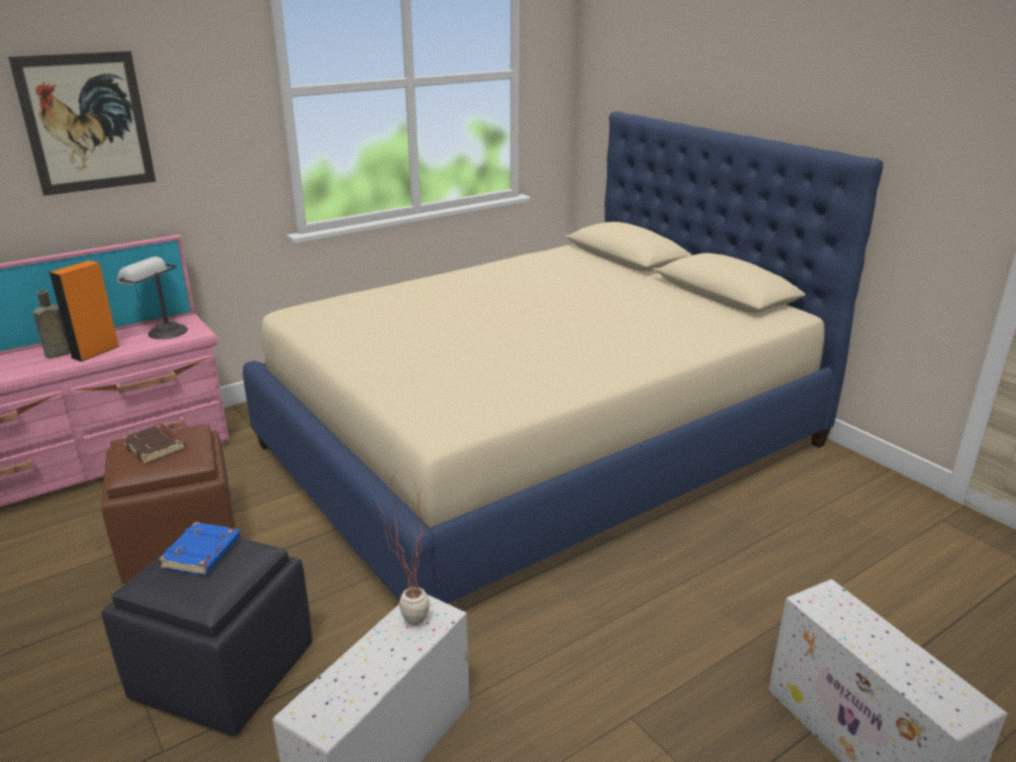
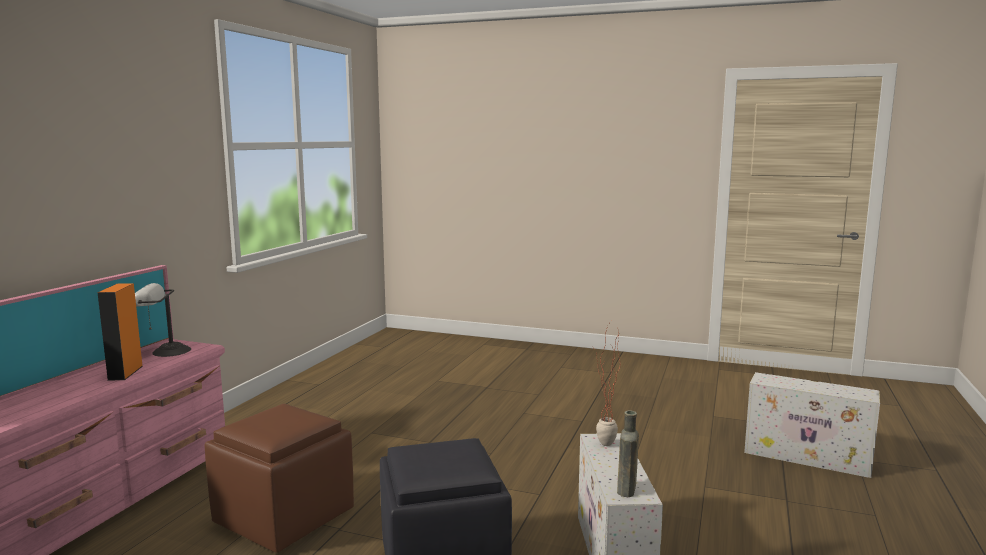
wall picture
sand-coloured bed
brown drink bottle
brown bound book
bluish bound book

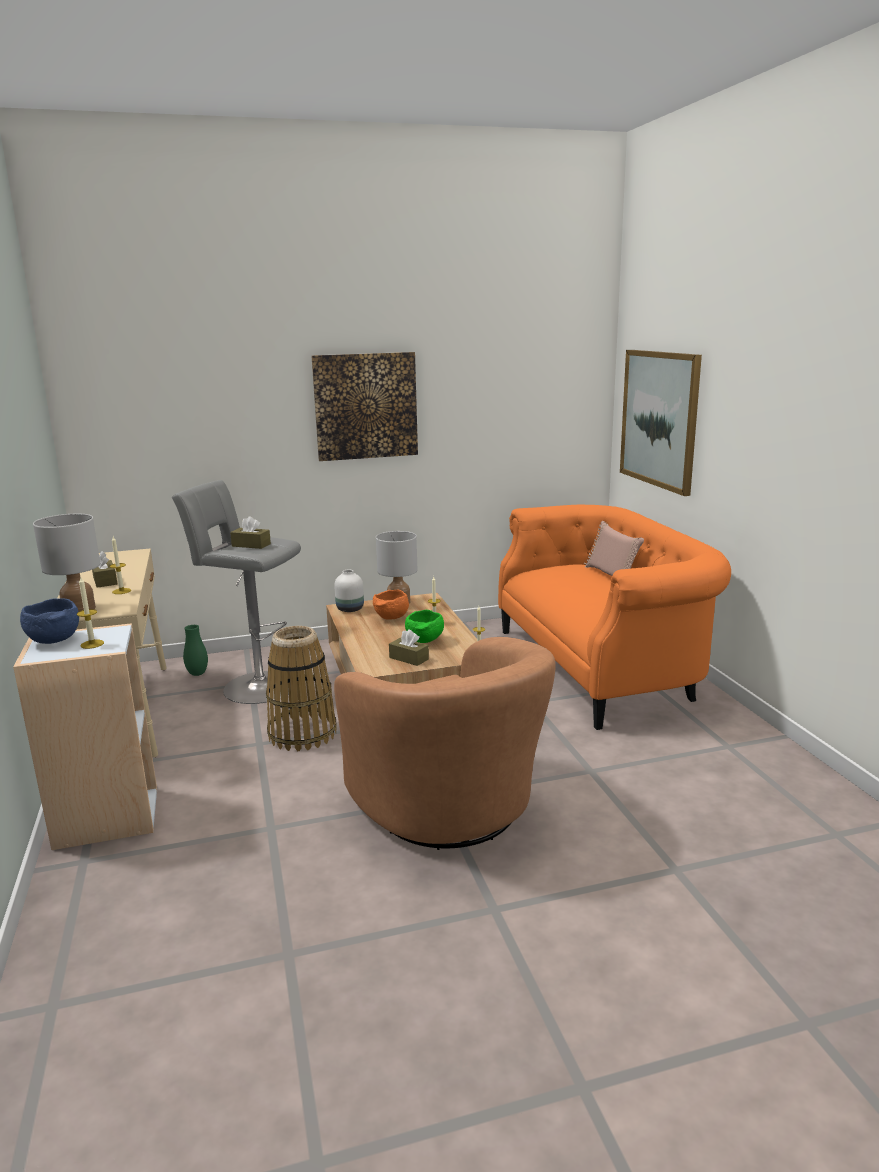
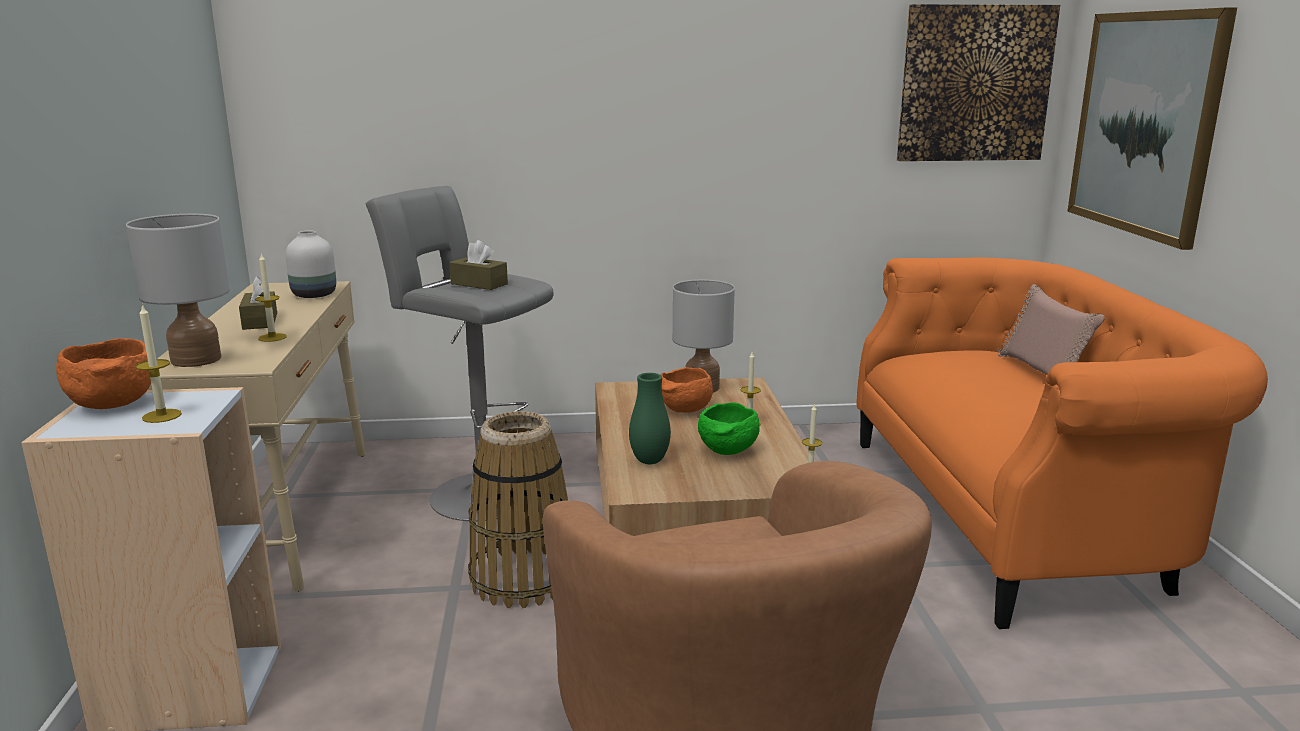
wall picture (no. 1 from left)
white-coloured vase
orange-coloured deep dish (no. 1 from left)
green-coloured vase
brown tissue holder (no. 3 from left in the first image)

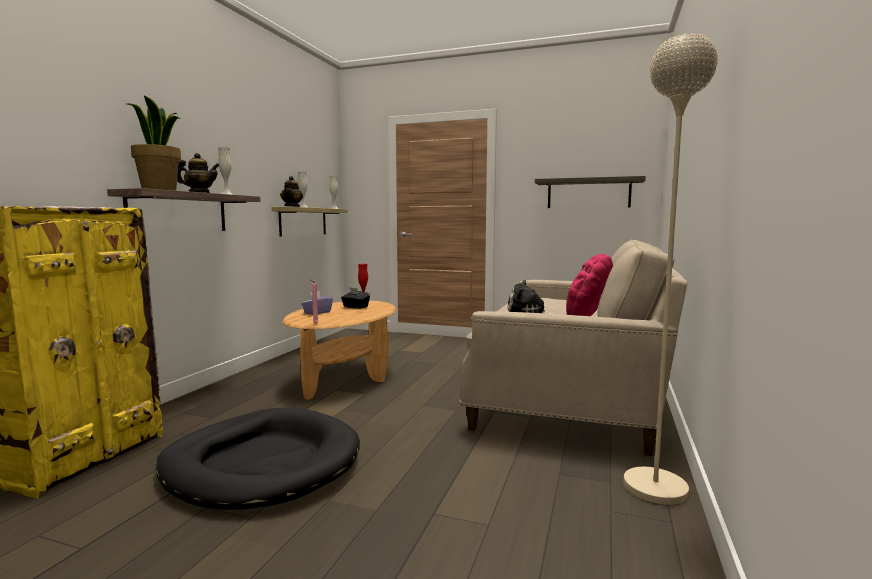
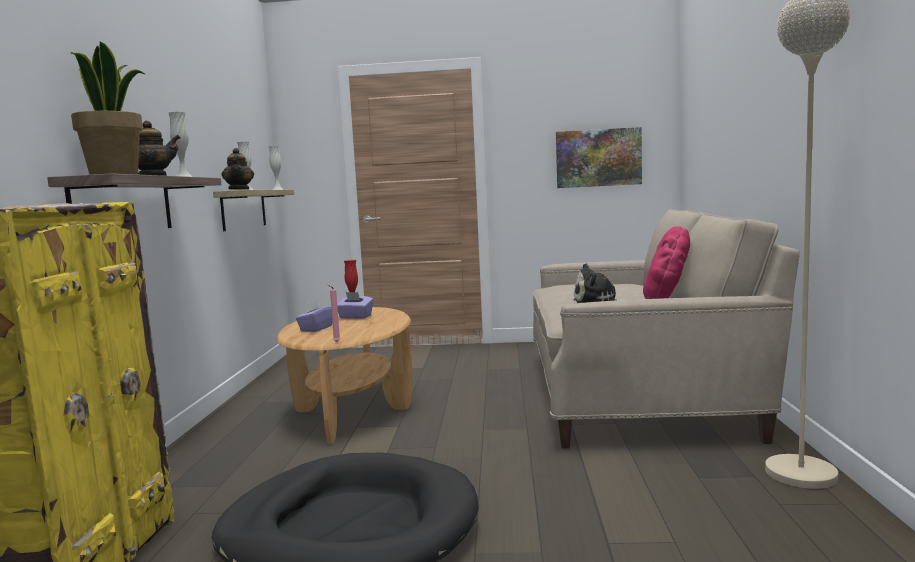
wall picture
purple tissue holder (no. 2 from left)

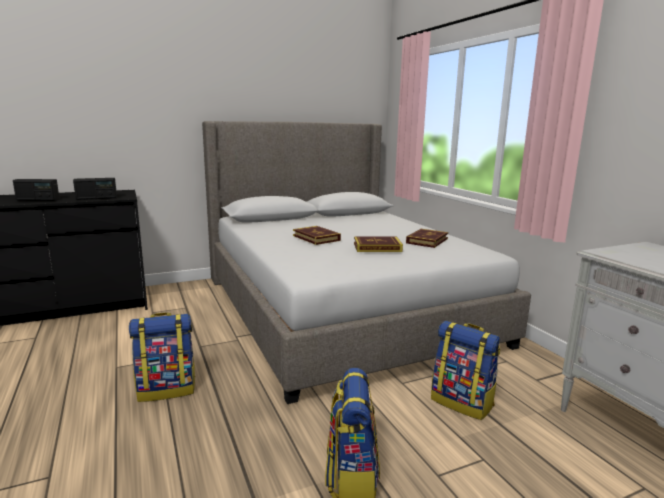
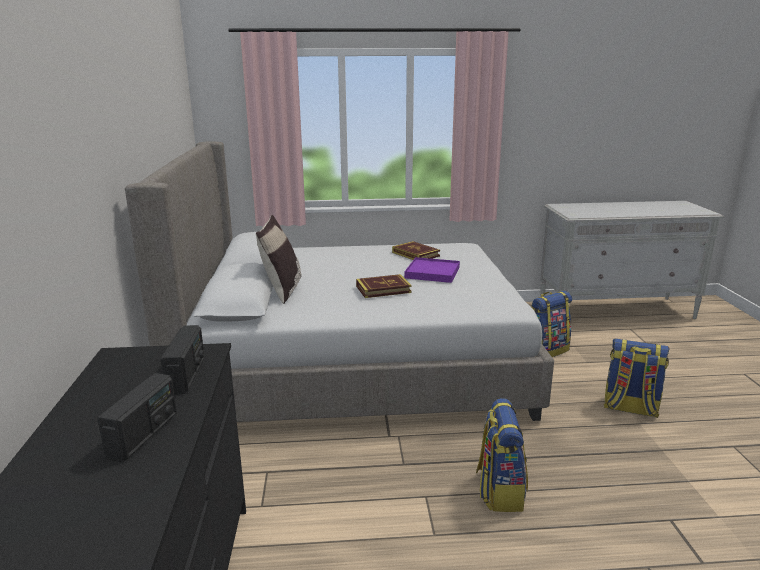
purple carrying tray
pillow

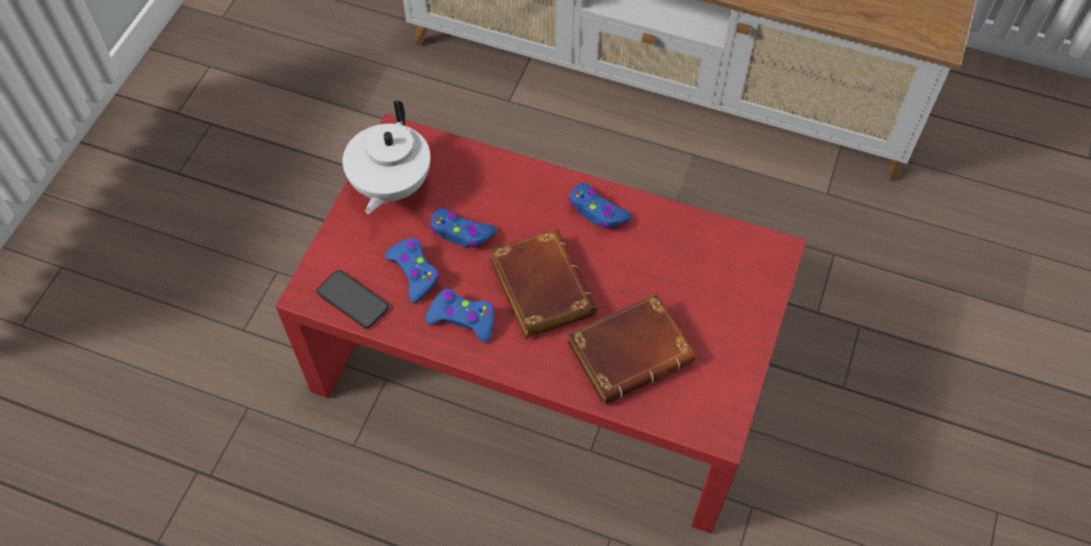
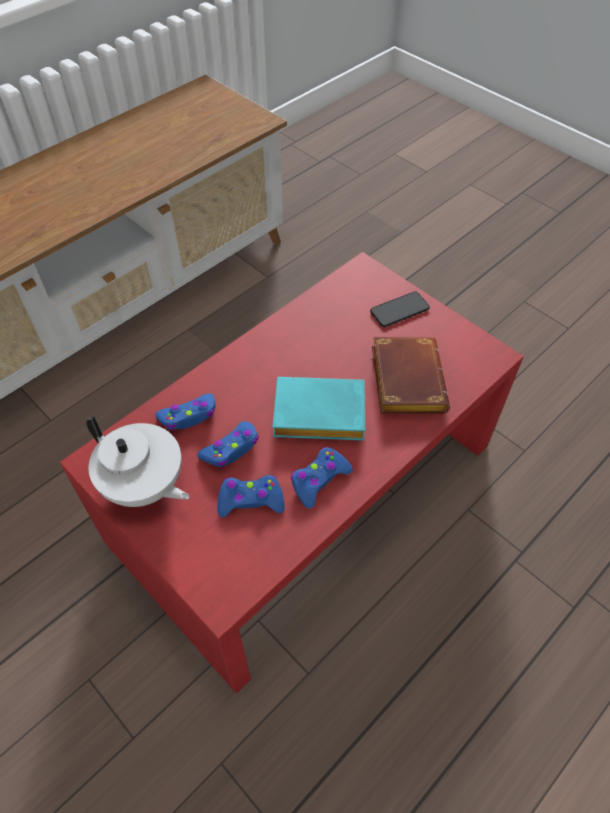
bluish joypad (no. 1 from left)
blue-green bound book
handset

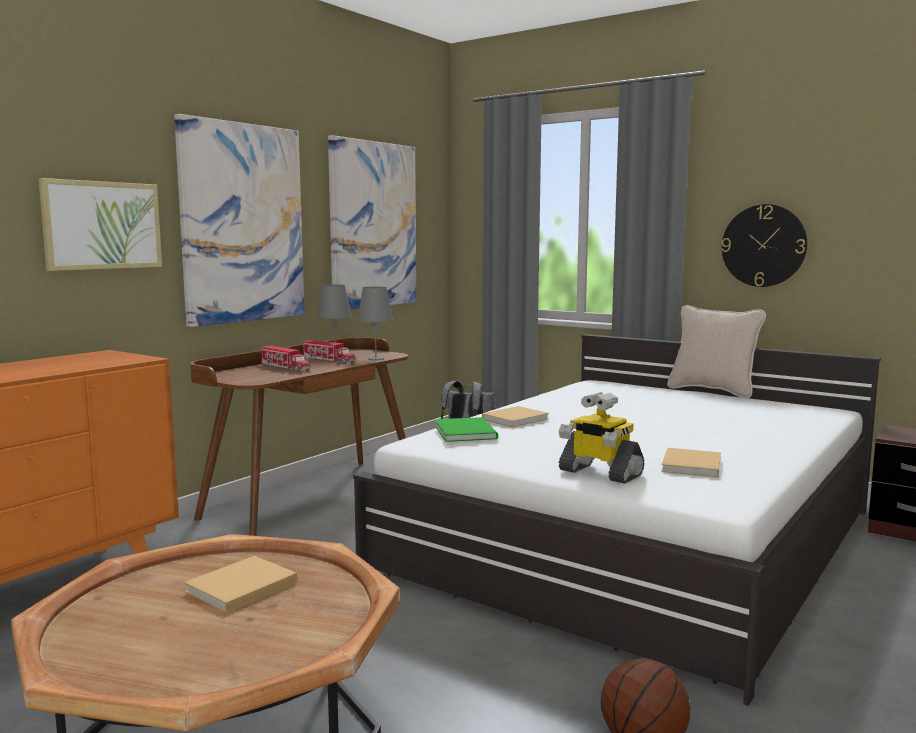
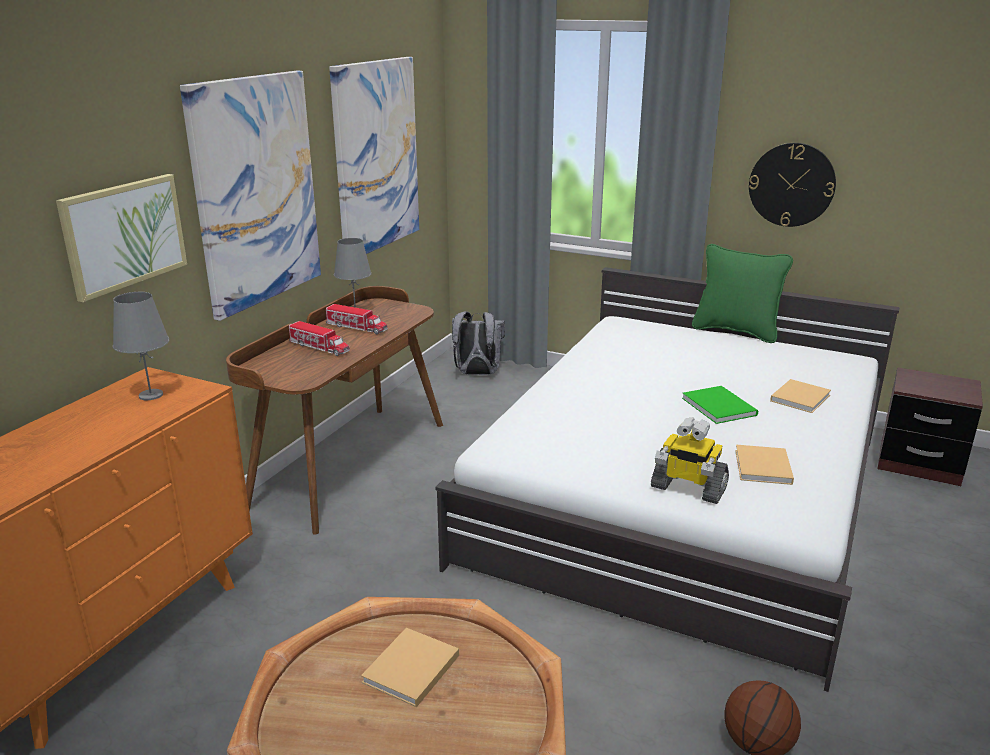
greyish tabletop lamp (no. 1 from left)
green-coloured pillow
sand-coloured bound book (no. 3 from left)
green-coloured bound book

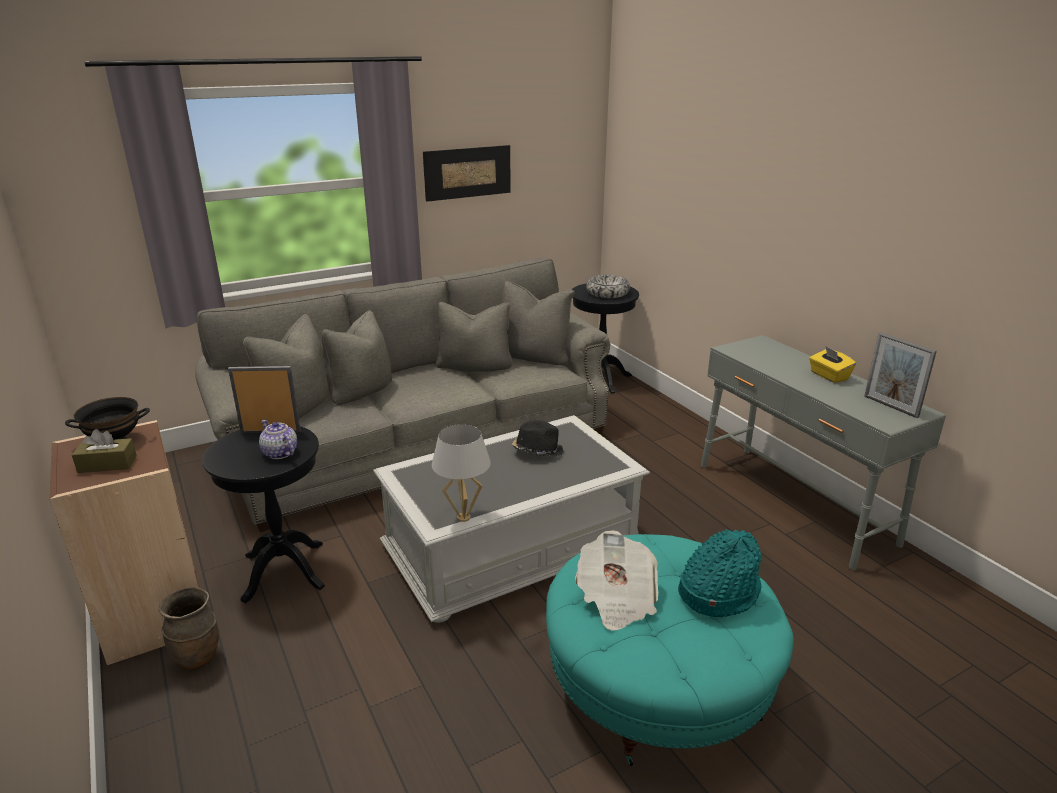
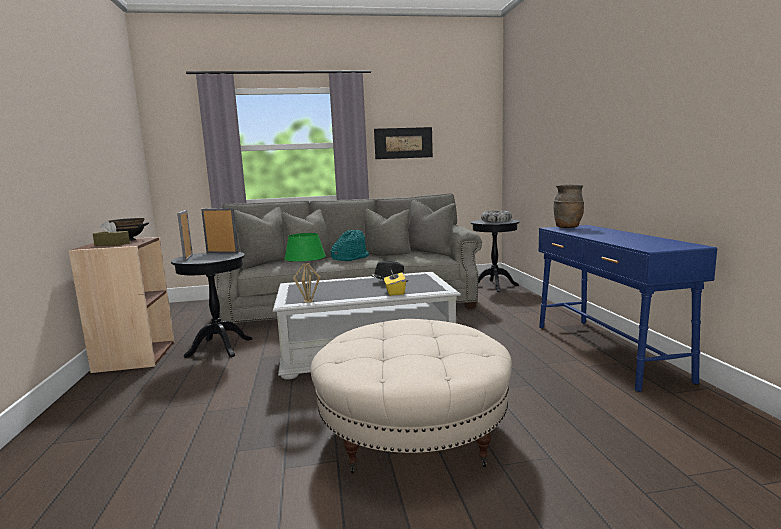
picture frame (no. 1 from left)
bluish hall table
yellow tissue holder
pot for tea
green-coloured tabletop lamp
blue-green hat
newspaper
sand-coloured footrest
brown vase

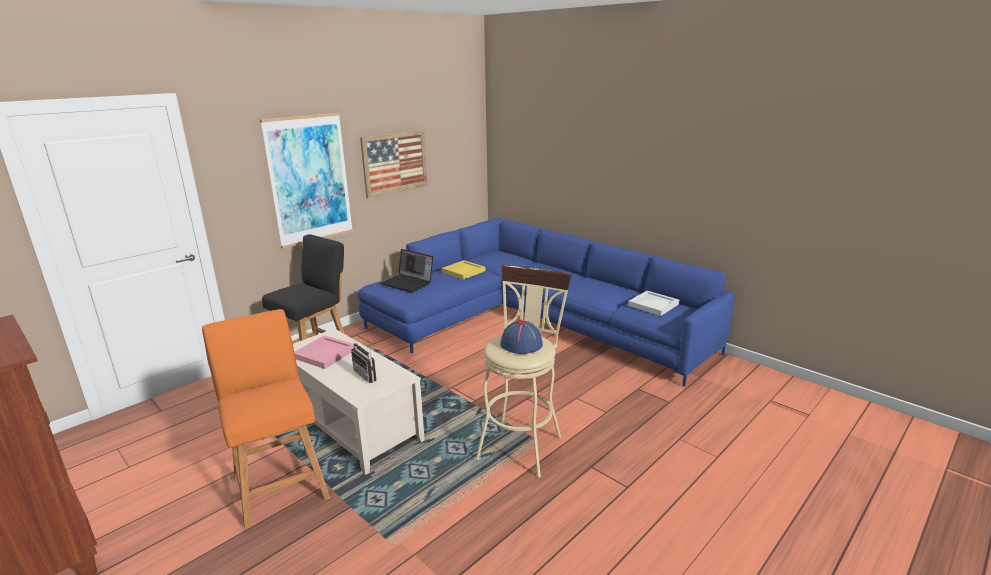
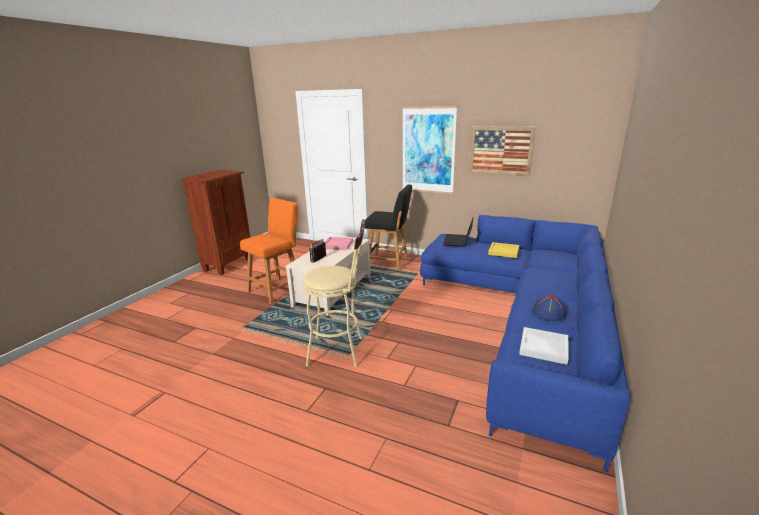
bluish hat

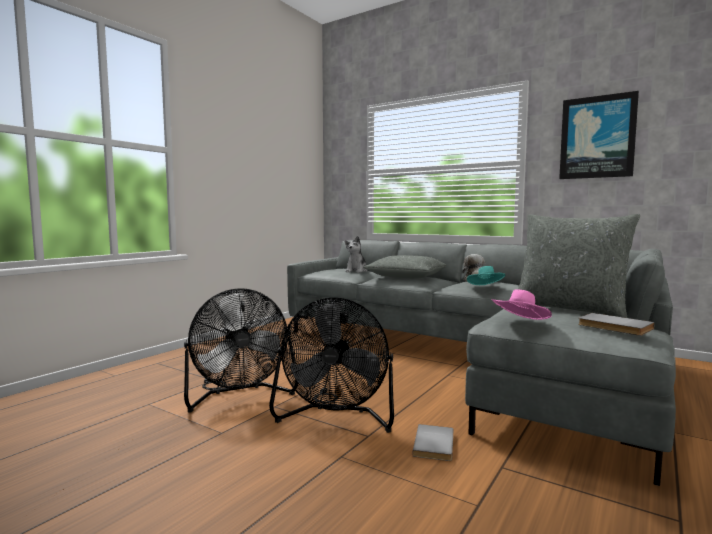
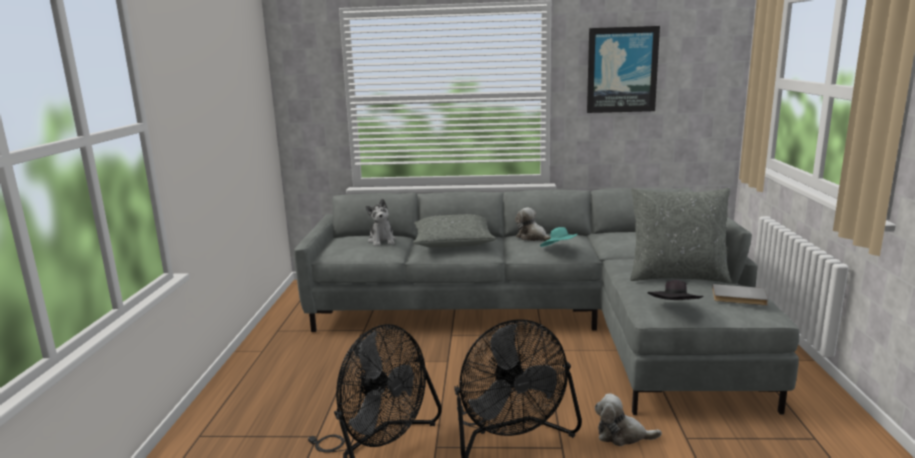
blackish hat
plush toy (no. 3 from left)

